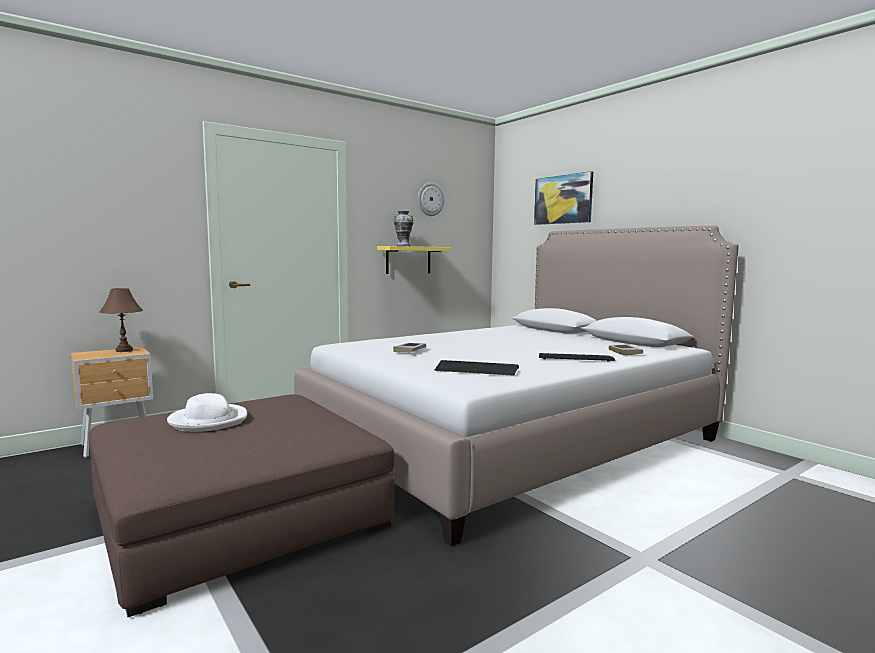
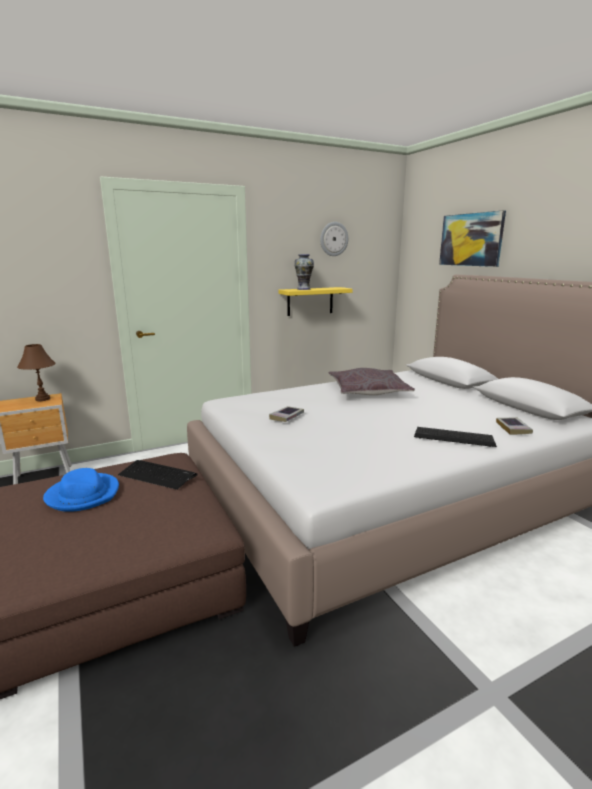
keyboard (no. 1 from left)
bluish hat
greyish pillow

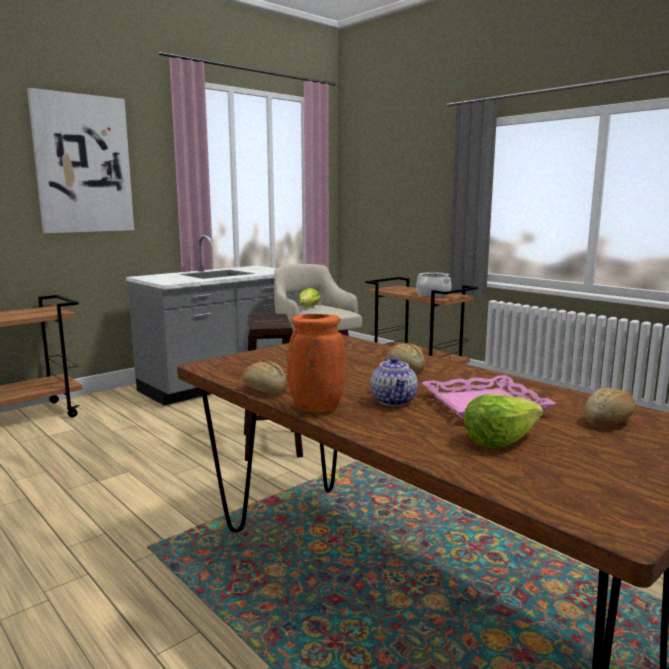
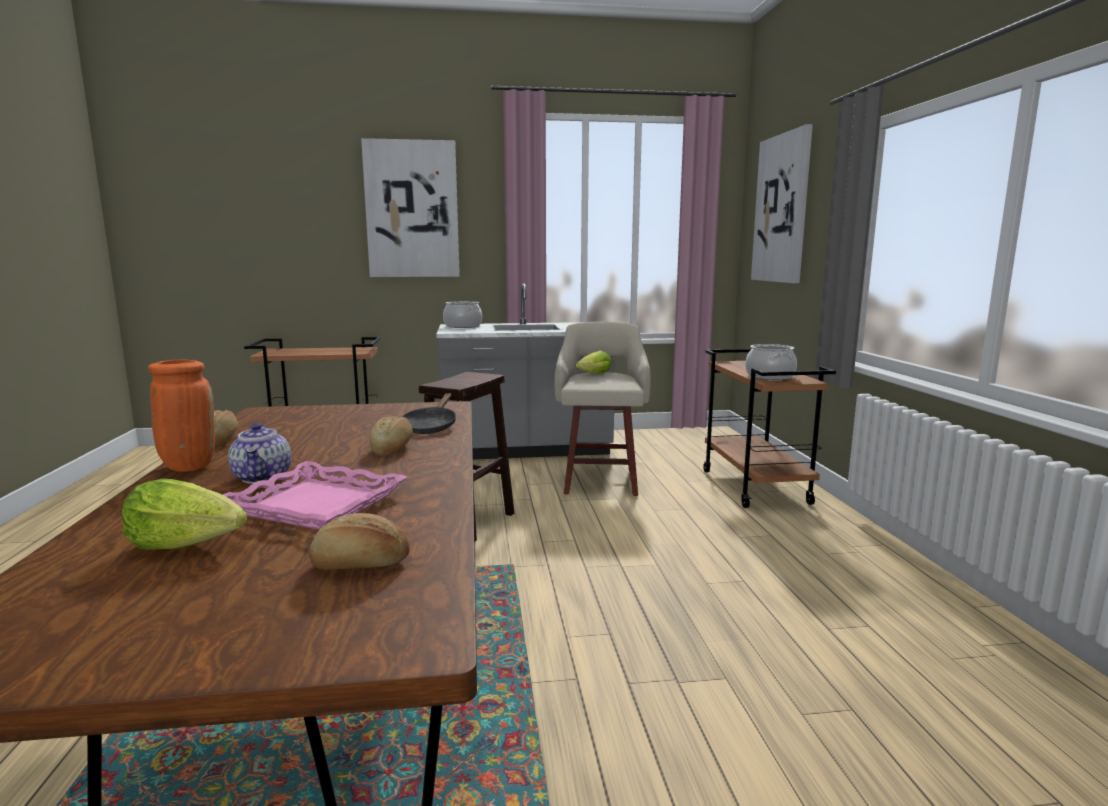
pot for tea
wall picture (no. 2 from left)
cooking pot (no. 1 from left)
blackish frying pan

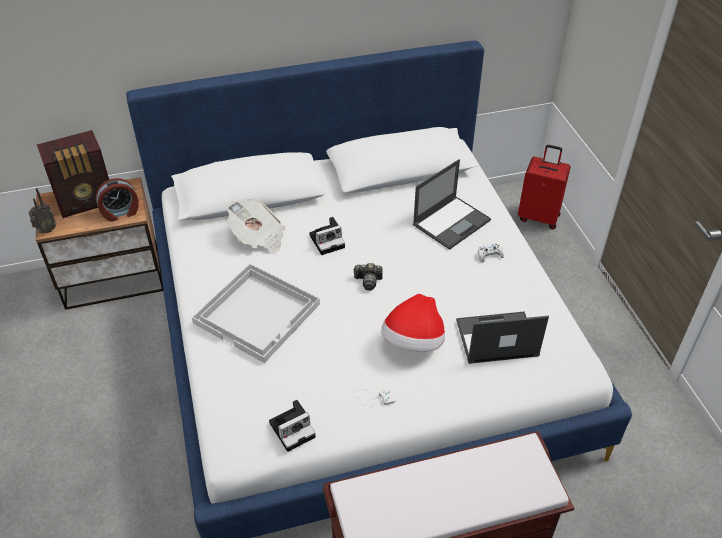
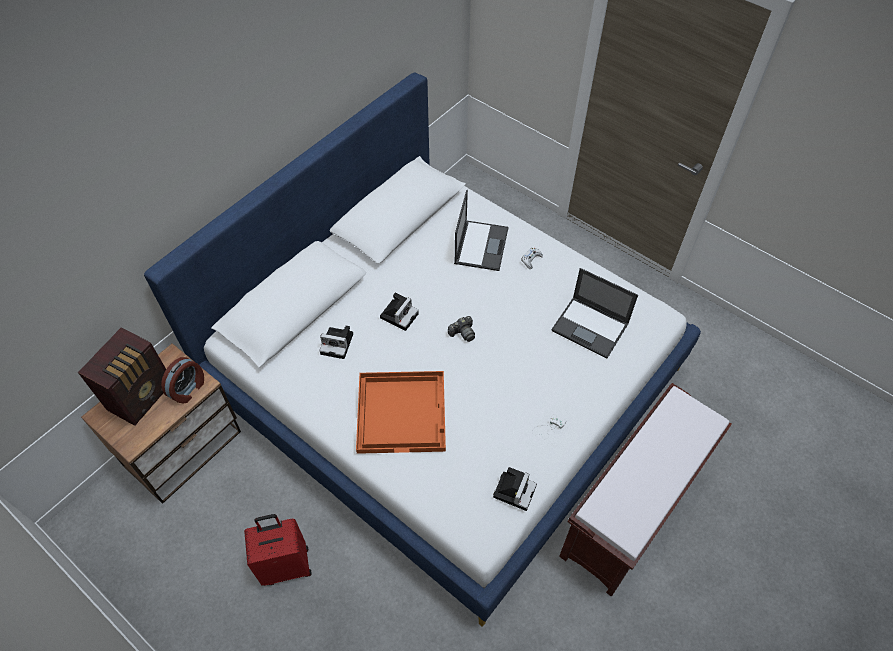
red travel case
radio receiver (no. 1 from left in the first image)
photo camera (no. 1 from left)
orange-coloured carrying tray
hat
notebook computer (no. 2 from left)

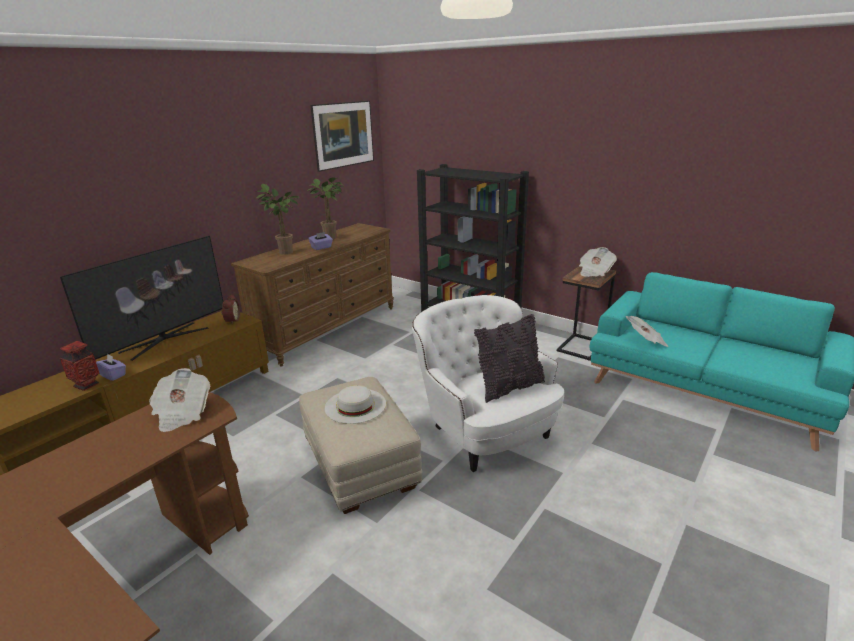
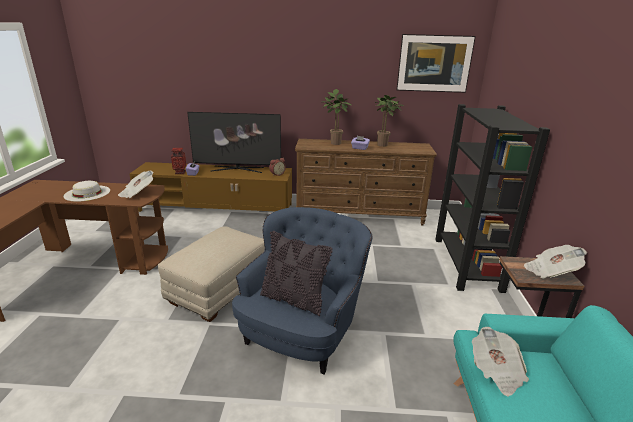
bluish easy chair
white-coloured hat

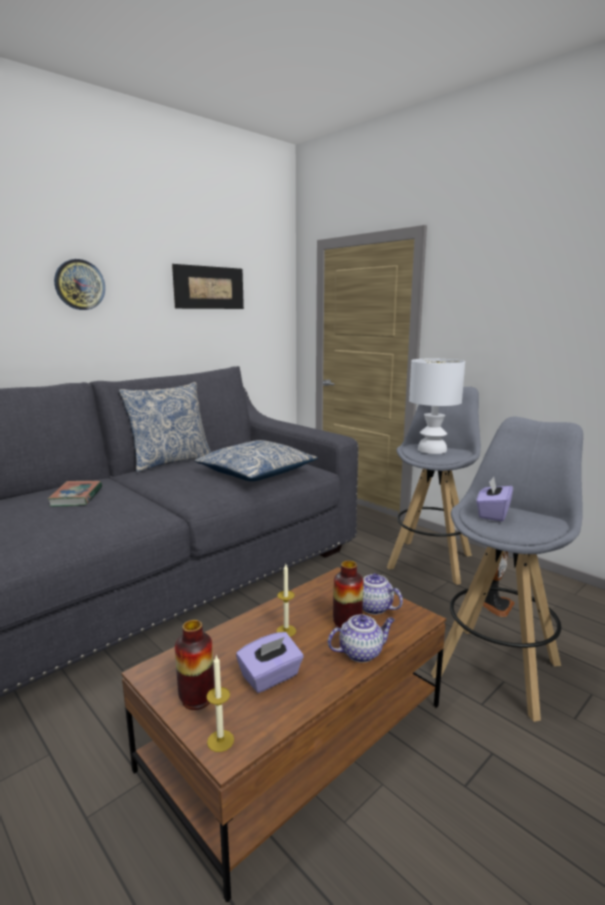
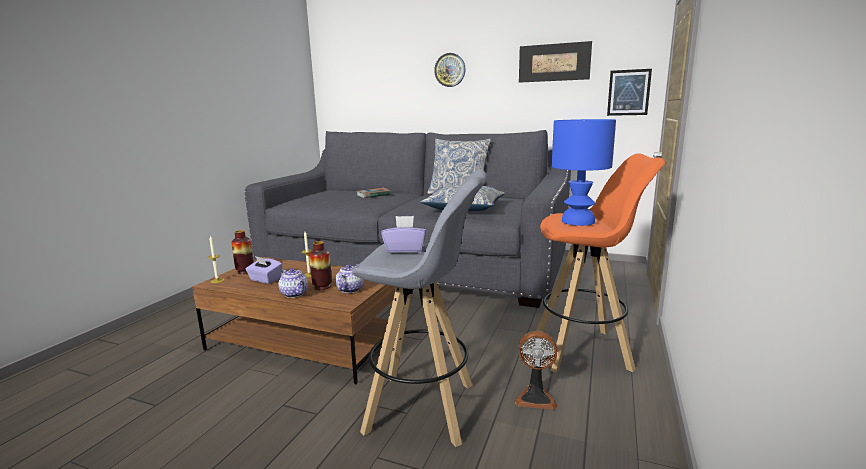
bluish tabletop lamp
orange-coloured stool seat
wall picture (no. 2 from left)

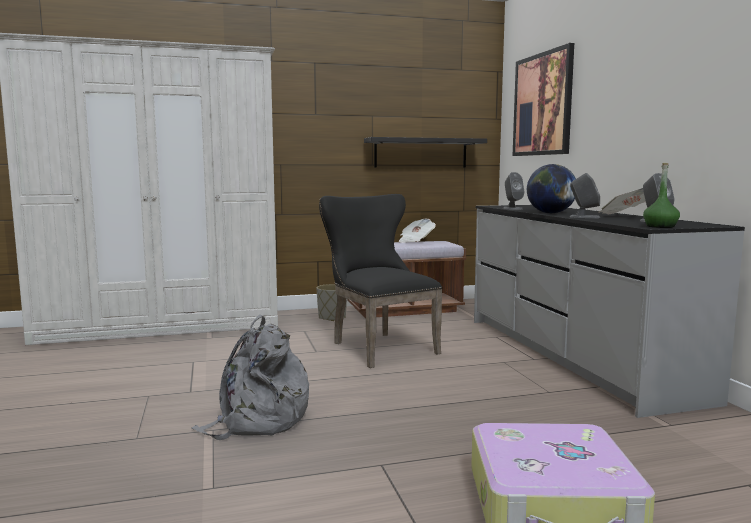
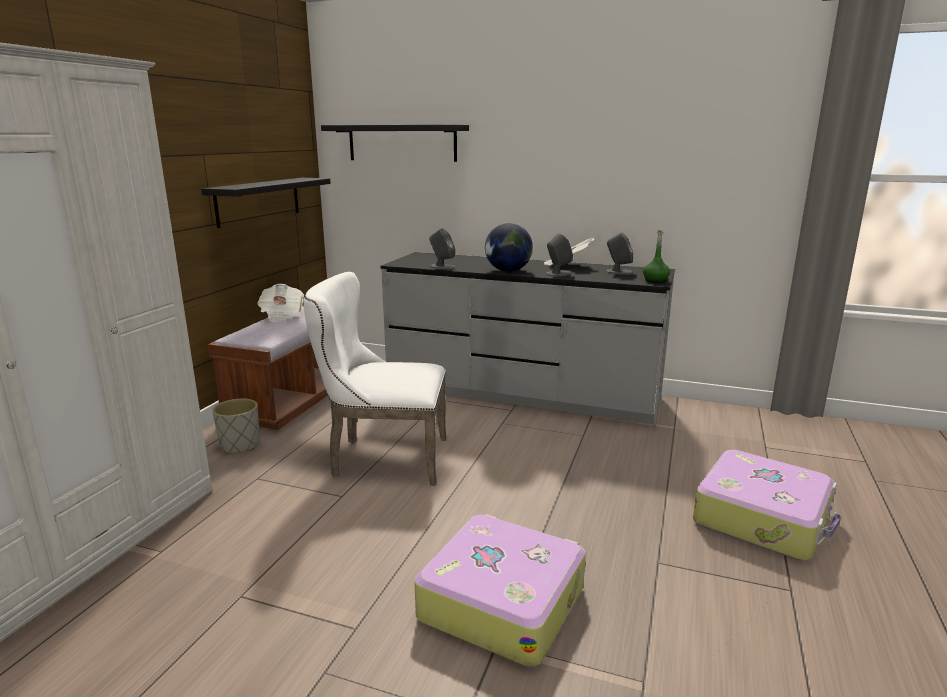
blackish shelf (no. 2 from left)
white-coloured upright chair
travel case (no. 1 from left)

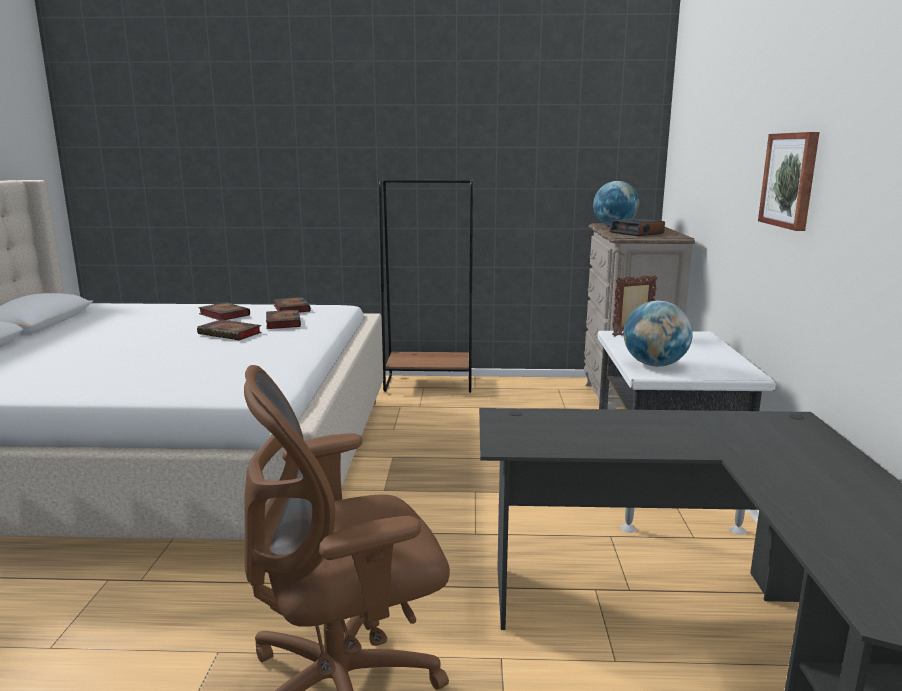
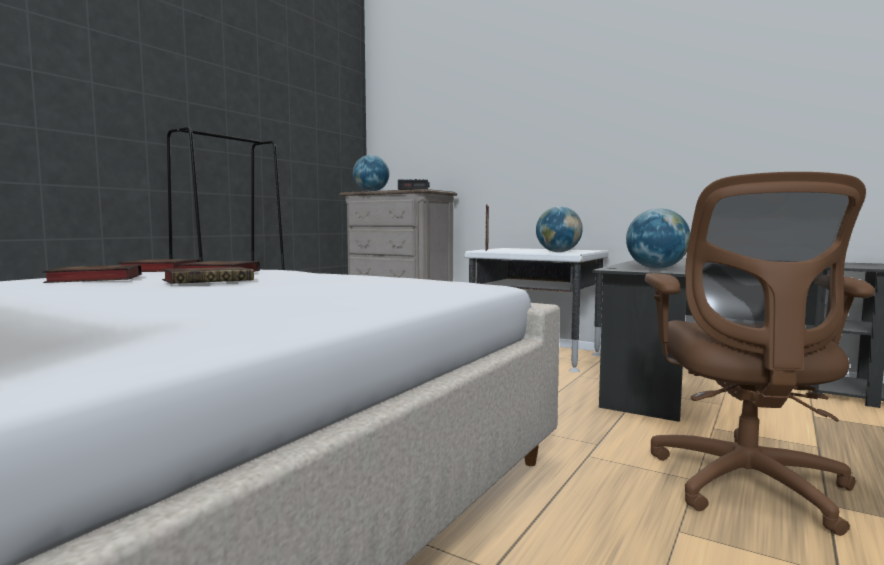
wall picture
desk globe (no. 3 from left)

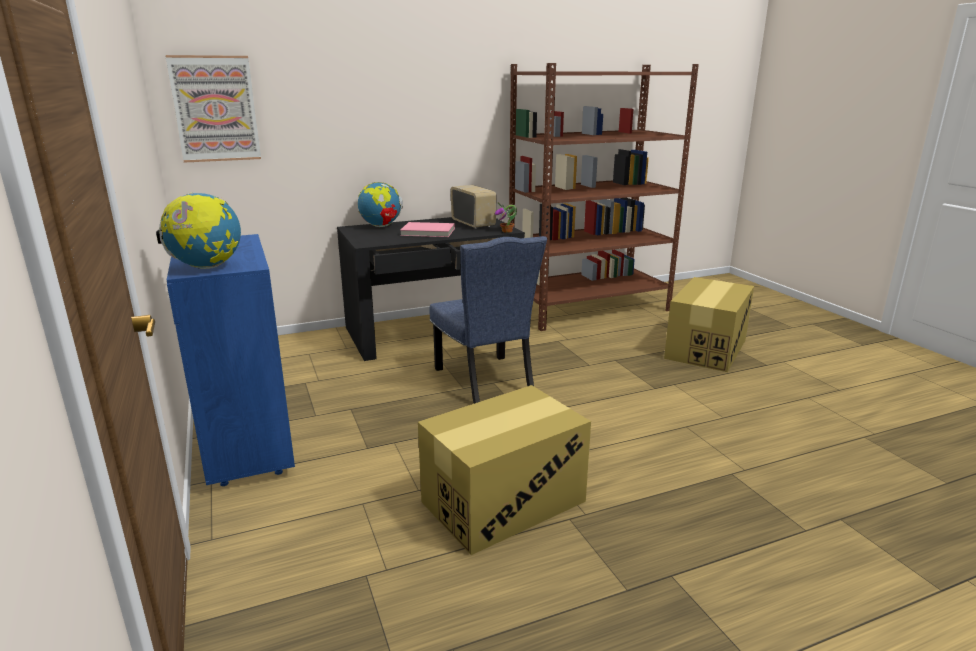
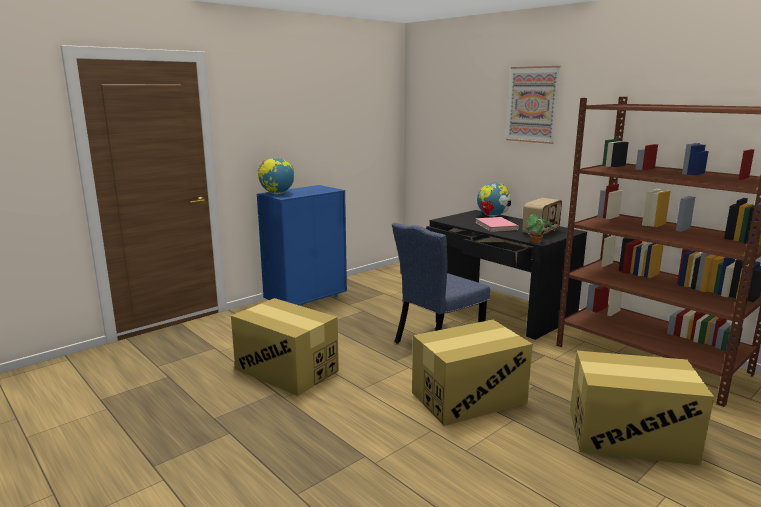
wall picture
cardboard box (no. 2 from left)

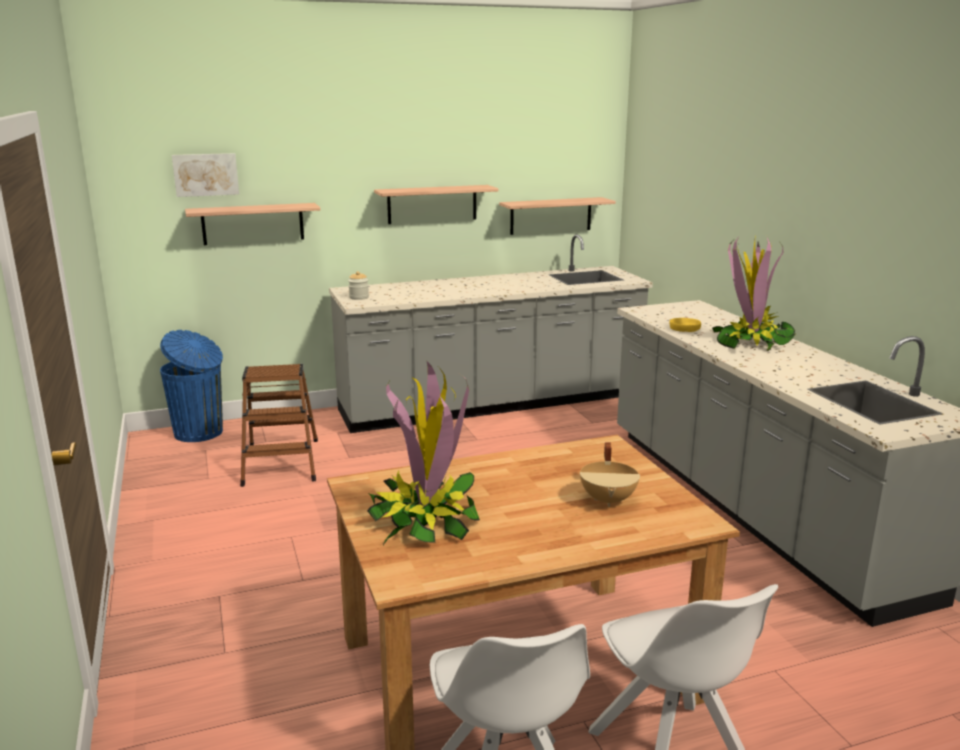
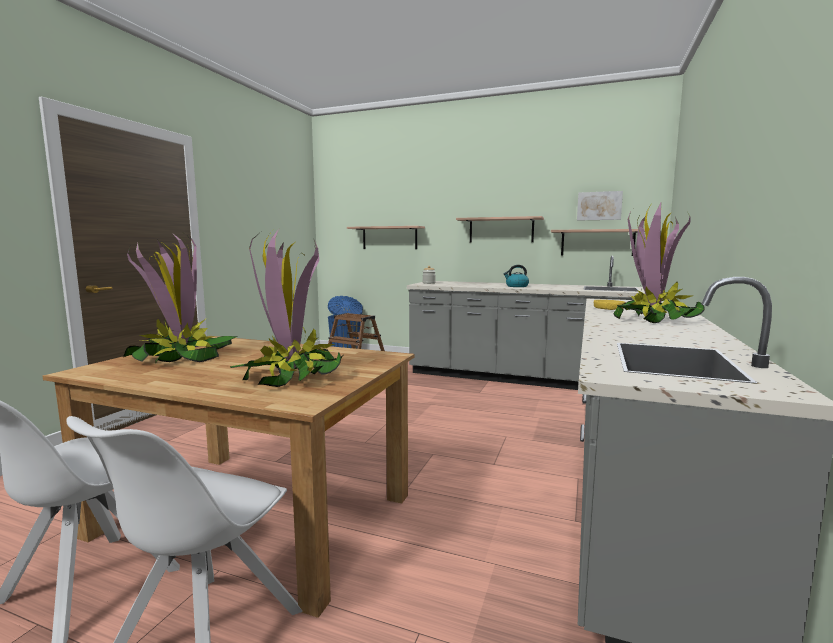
wall picture
plant in a pot (no. 2 from left)
tea kettle

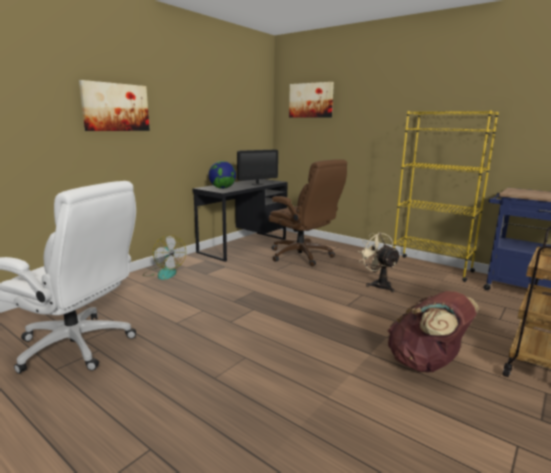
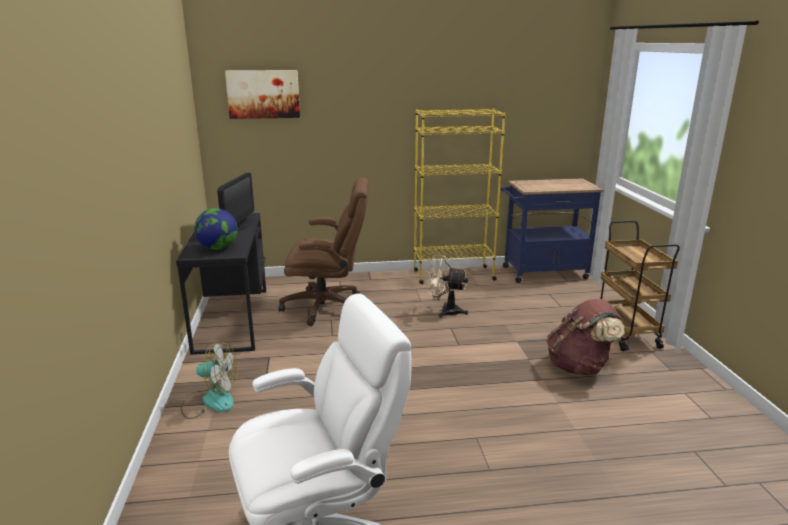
wall picture (no. 1 from left in the first image)

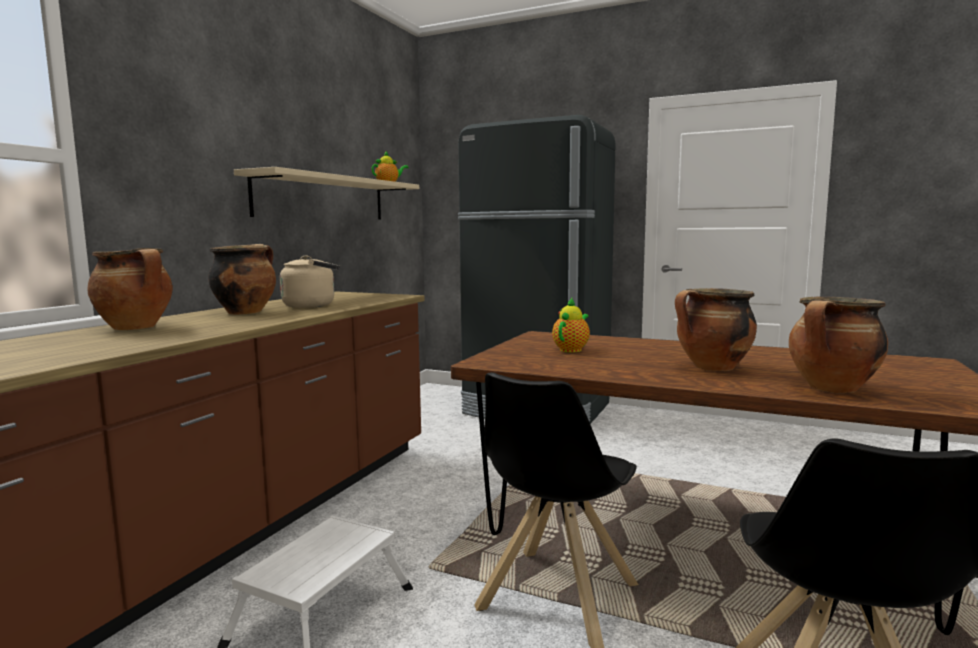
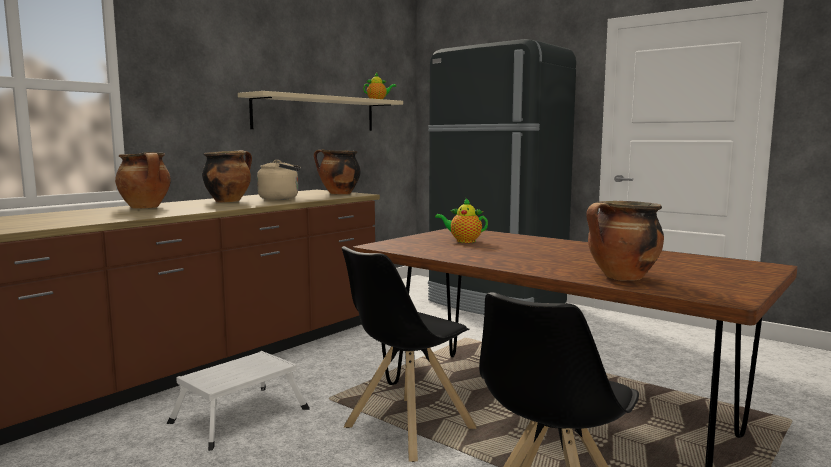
cooking pot (no. 3 from left)
pot for tea (no. 2 from left)

